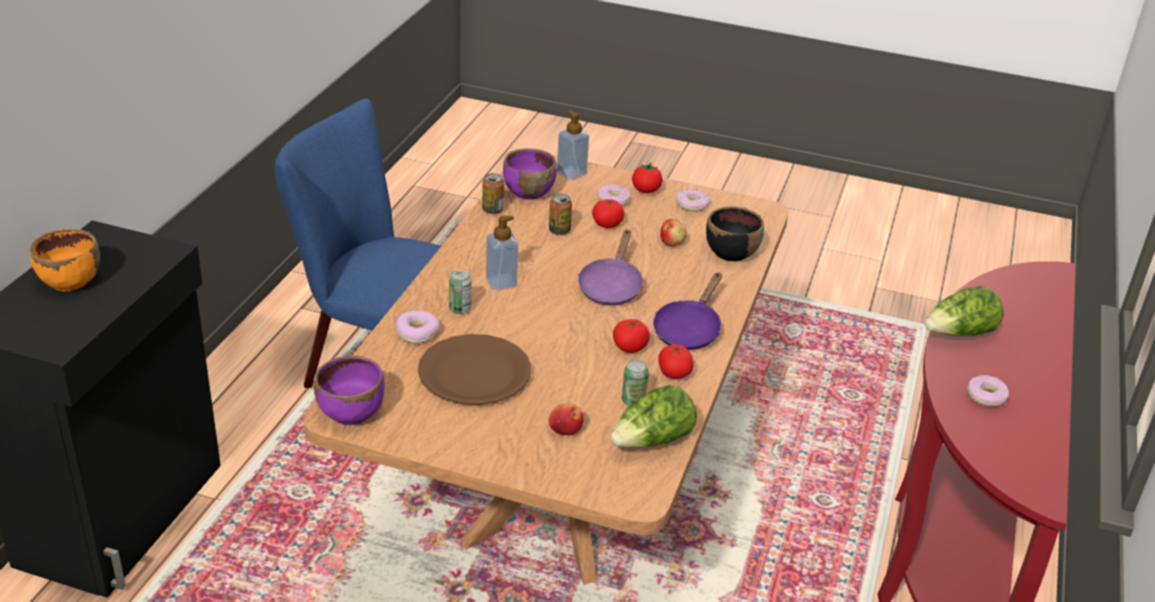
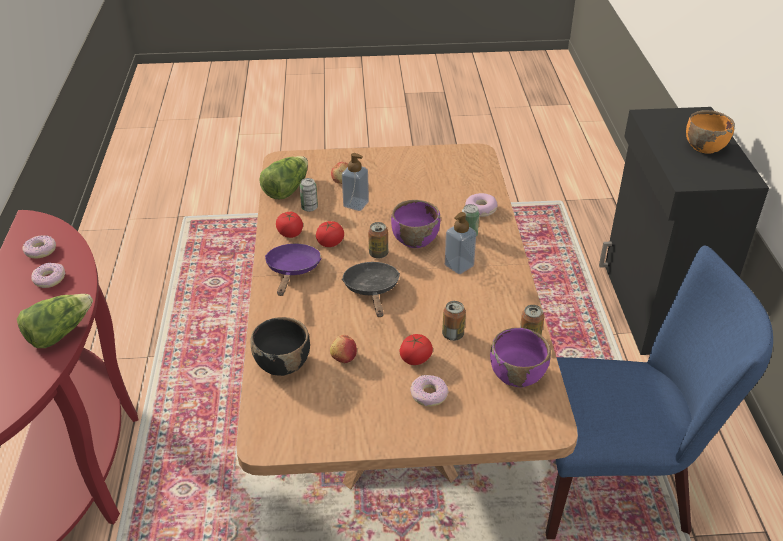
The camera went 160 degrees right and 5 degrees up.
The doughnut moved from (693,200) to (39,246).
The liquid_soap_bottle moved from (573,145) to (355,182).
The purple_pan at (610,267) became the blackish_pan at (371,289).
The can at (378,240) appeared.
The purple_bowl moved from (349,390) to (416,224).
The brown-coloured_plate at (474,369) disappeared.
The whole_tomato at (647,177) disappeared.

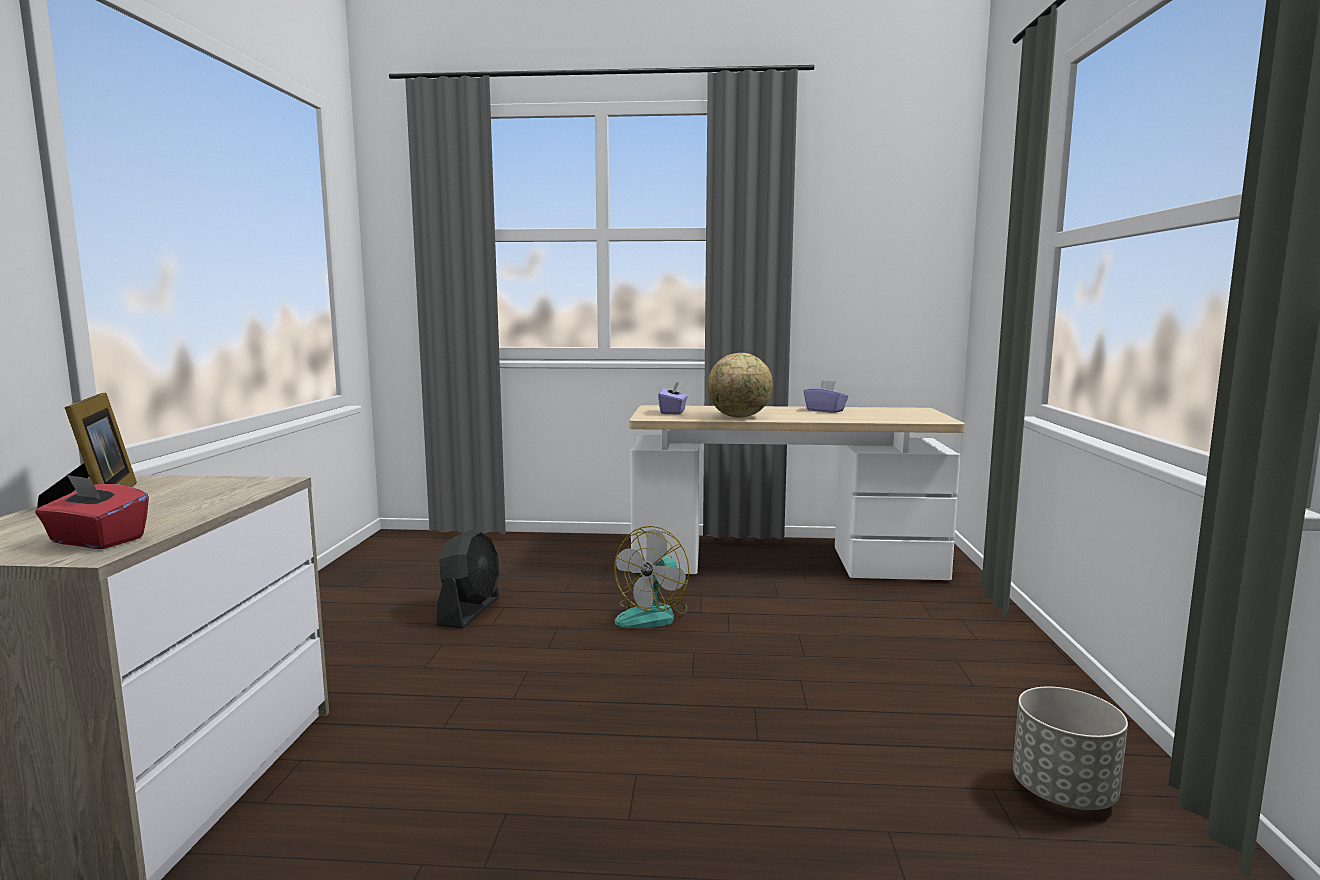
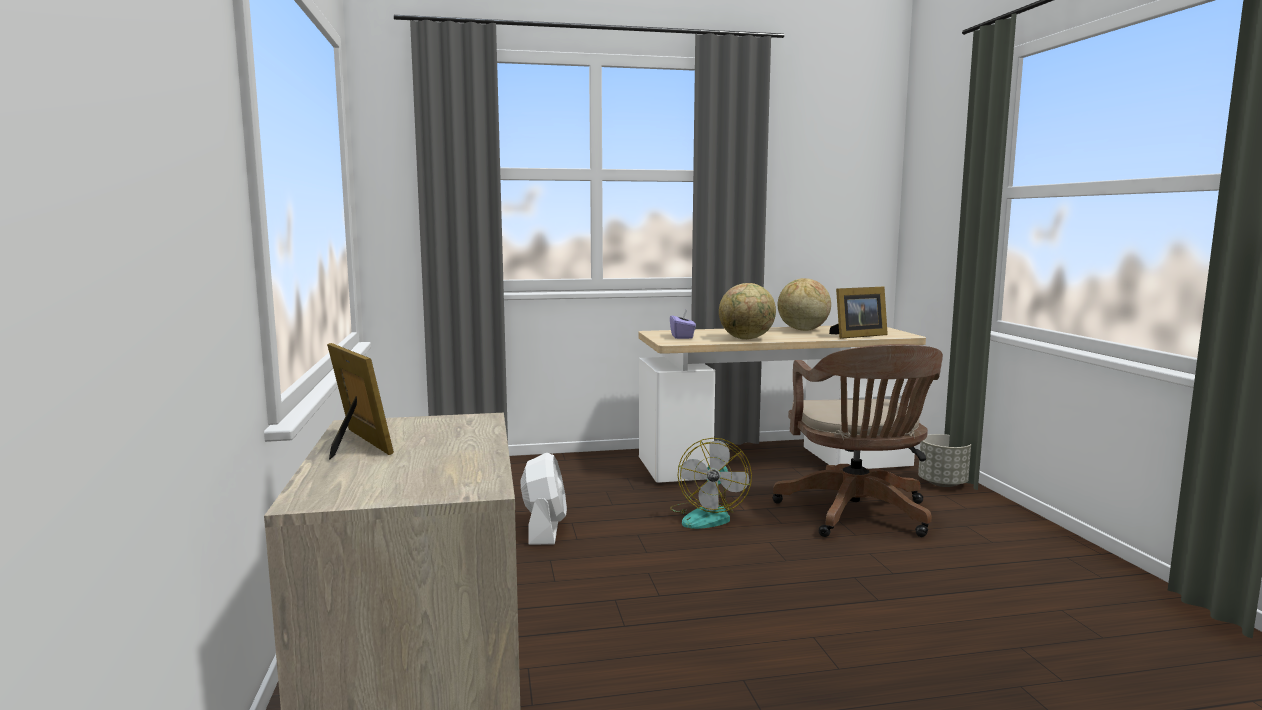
The camera went 15 degrees left and 0 degrees up.
The blackish_electric_fan at (468,578) became the white-coloured_electric_fan at (543,499).
The brown-coloured_computer_chair at (857,440) appeared.
The purple_box_of_tissues at (826,396) was replaced by the globe at (804,304).
The photo_frame at (858,312) appeared.
The gray_plant_pot moved from (1070,748) to (944,460).
The red_box_of_tissues at (92,511) disappeared.

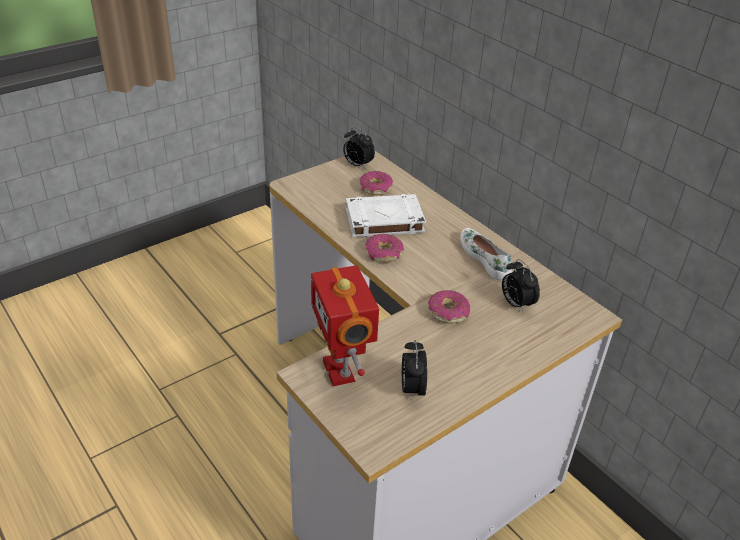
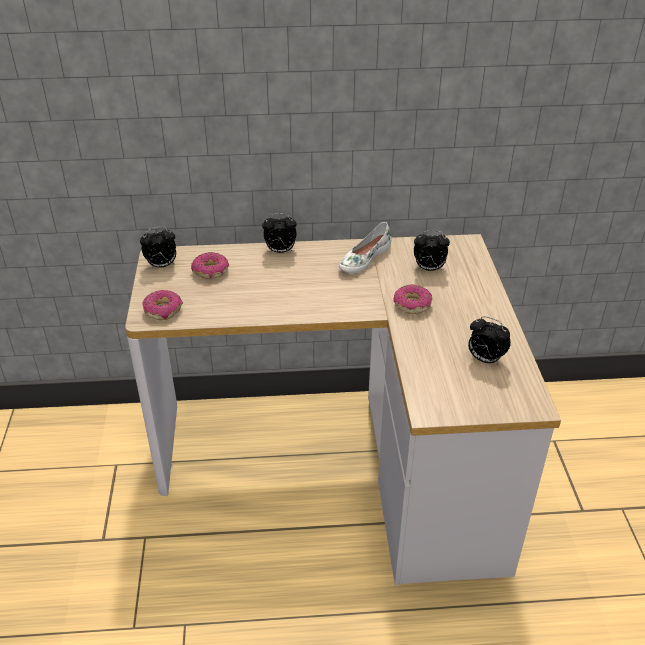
The camera went 55 degrees left and 0 degrees up.
The doughnut moved from (384,248) to (162,305).
The bedside_clock at (279,233) appeared.
The white-coloured_shoe at (486,254) turned 60 degrees counterclockwise.
The model_robot at (345,325) disappeared.
The white-coloured_volume at (385,215) disappeared.

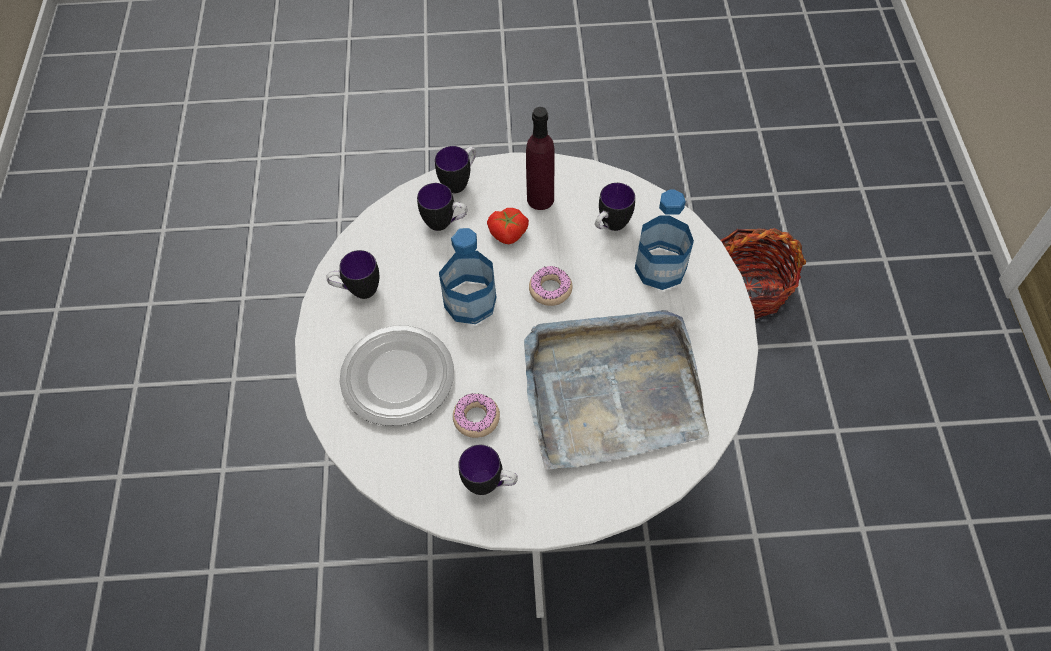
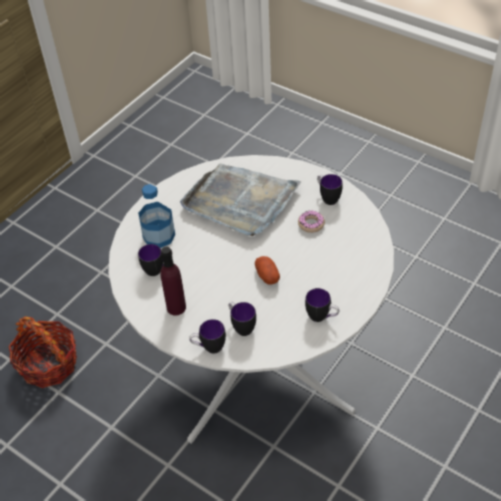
The camera went 140 degrees left and 10 degrees down.
The drink_bottle at (467,276) was replaced by the spud at (267,270).
The plate at (396,375) disappeared.
The whole_tomato at (508,226) disappeared.
The doughnut at (551,286) disappeared.

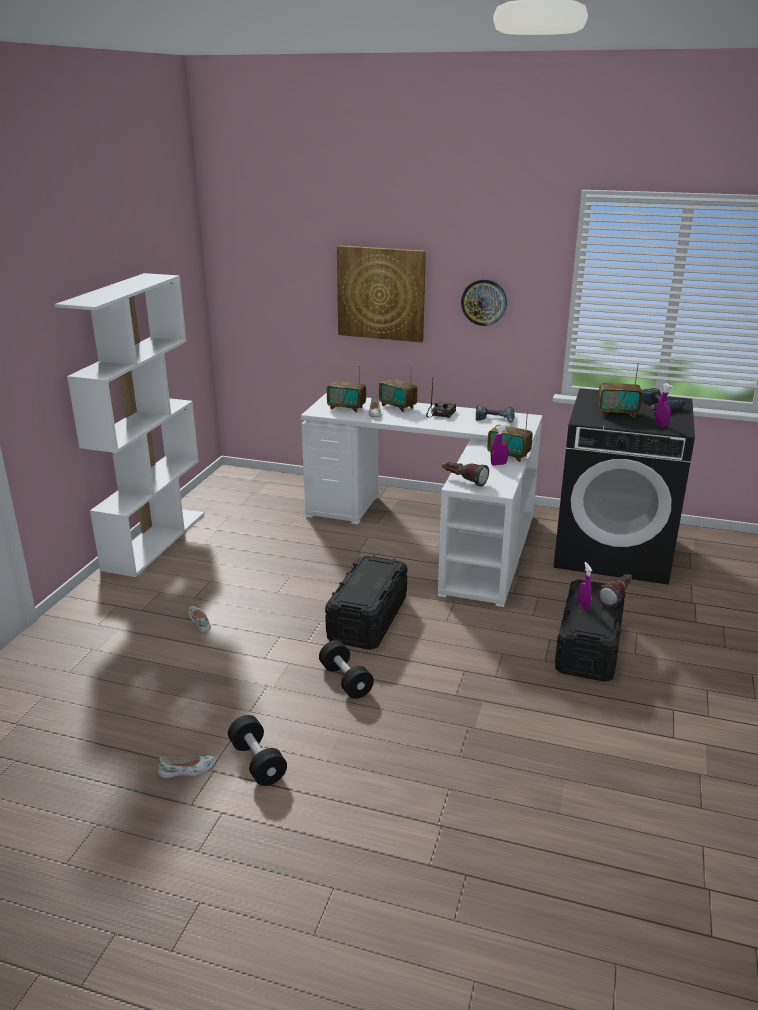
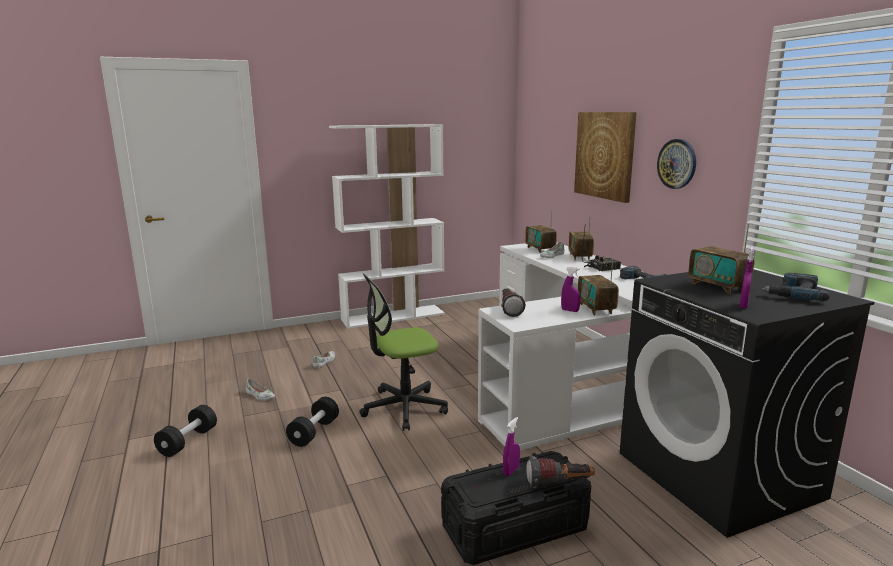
The camera went 50 degrees right and 10 degrees down.
The white-coloured_shoe moved from (187,766) to (260,389).
The blackish_storage_bin at (366,602) was replaced by the computer_chair at (403,352).

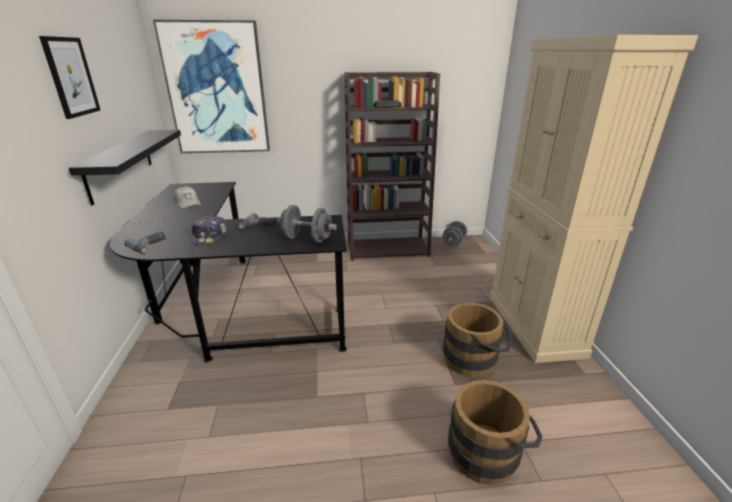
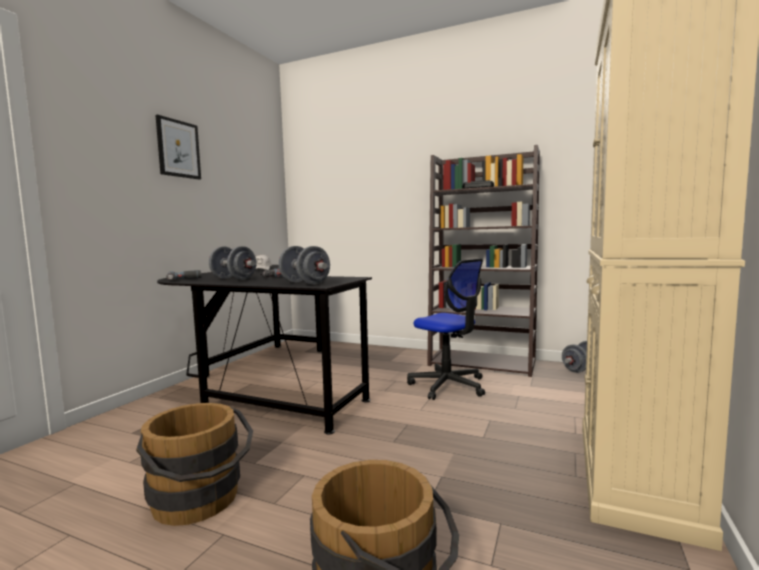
The camera went 30 degrees right and 20 degrees down.
The brown-coloured_water_bucket moved from (477,340) to (194,464).
The baseball_cap at (209,230) was replaced by the gray_free_weight at (233,263).
The computer_chair at (446,329) appeared.
The blackish_shelf at (125,167) disappeared.
The wall_art at (211,86) disappeared.

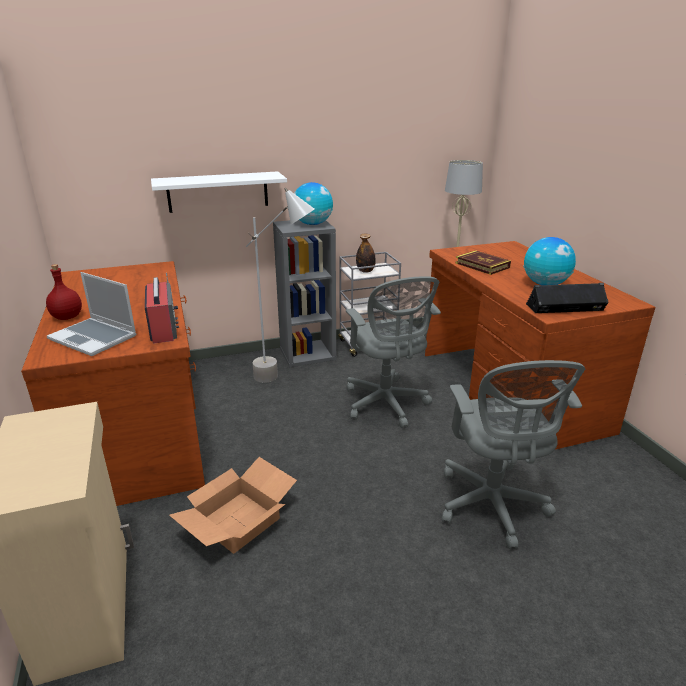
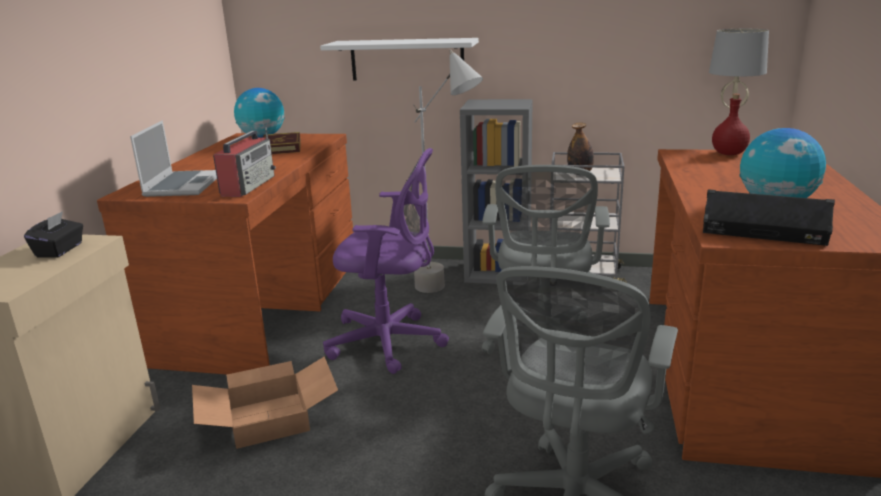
The camera went 30 degrees right and 5 degrees down.
The blackish_box_of_tissues at (53,234) appeared.
The laptop at (92,314) turned 150 degrees counterclockwise.
The globe moved from (313,203) to (259,112).
The volume moved from (483,262) to (282,143).
The purple_computer_chair at (386,261) appeared.
The red_drink_bottle moved from (64,292) to (731,124).

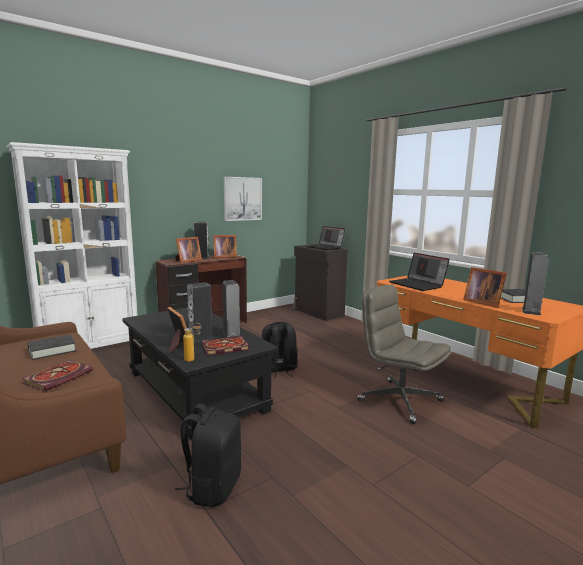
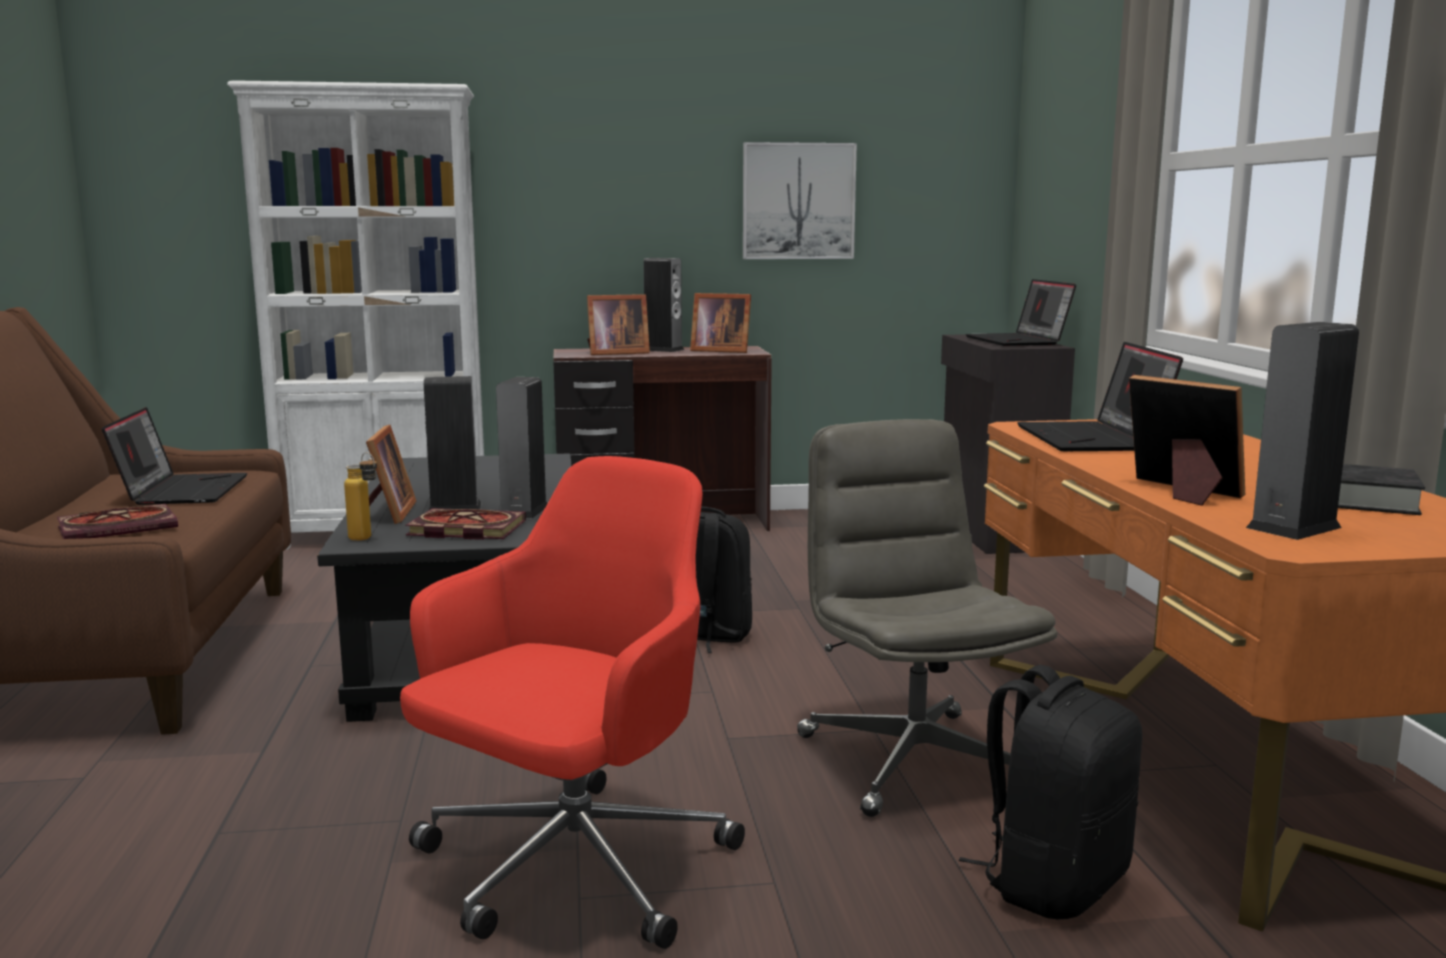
The camera went 30 degrees right and 0 degrees up.
The blackish_volume at (51,347) was replaced by the laptop at (174,456).
The red_computer_chair at (572,702) appeared.
The blackish_knapsack moved from (208,455) to (1050,792).
The photo_frame at (485,287) turned 150 degrees clockwise.

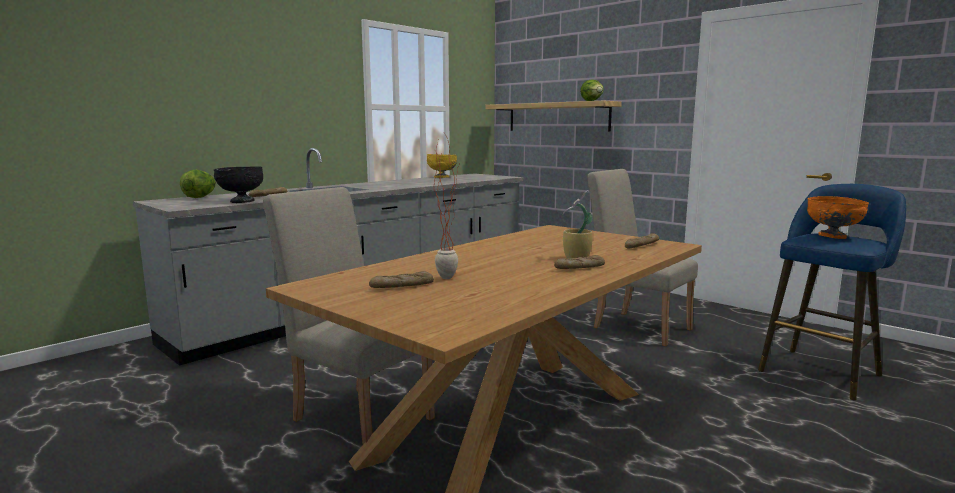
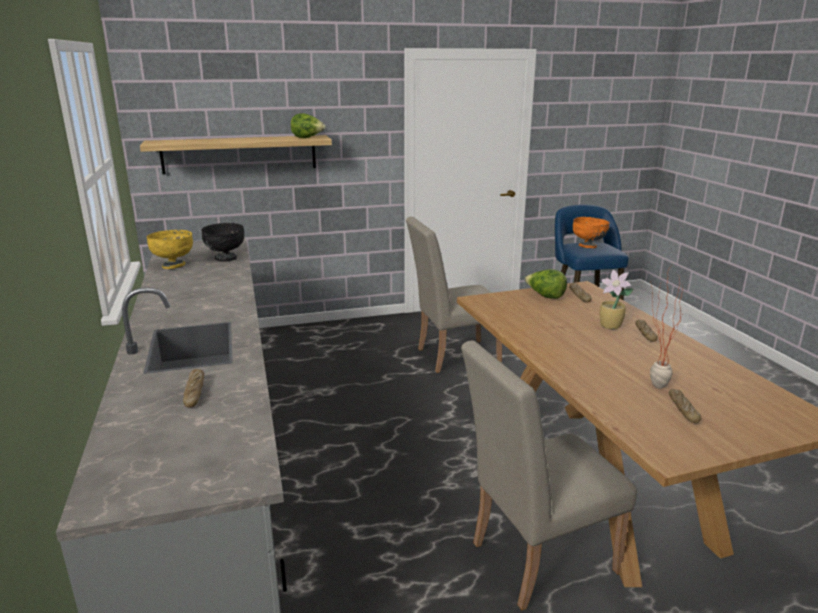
The camera went 60 degrees left and 10 degrees up.
The blackish_bowl moved from (238,185) to (222,242).
The head_of_lettuce moved from (198,184) to (546,284).

